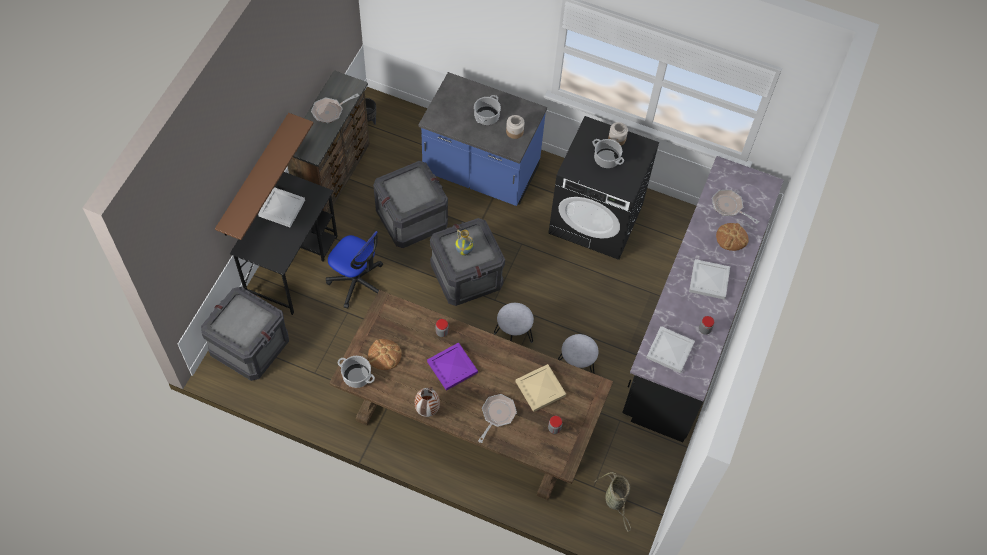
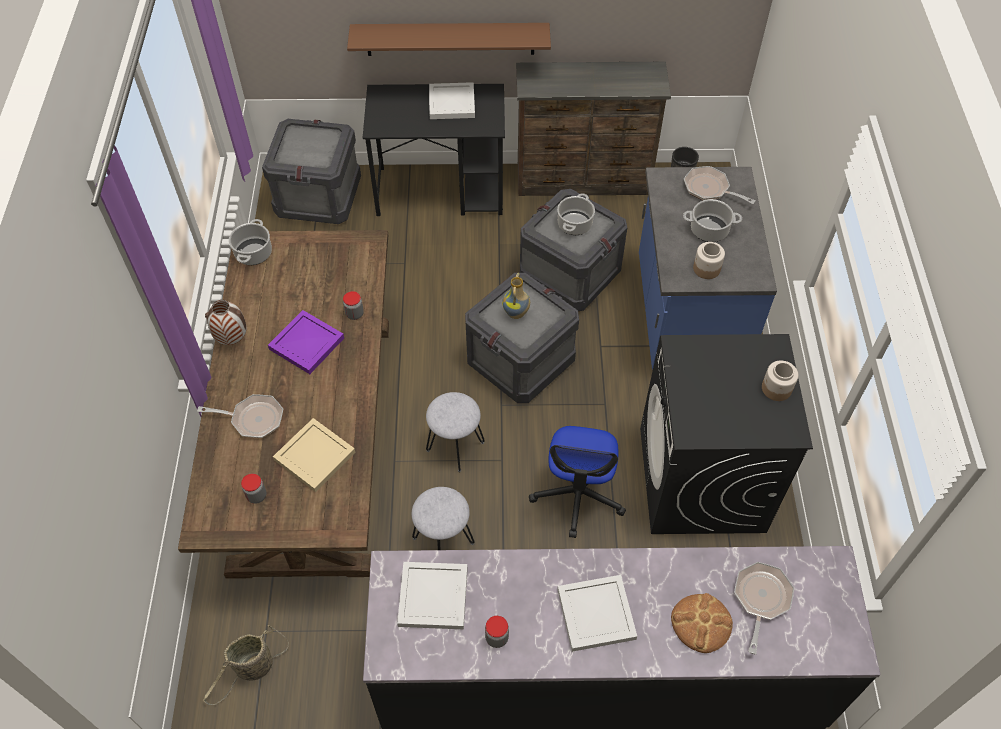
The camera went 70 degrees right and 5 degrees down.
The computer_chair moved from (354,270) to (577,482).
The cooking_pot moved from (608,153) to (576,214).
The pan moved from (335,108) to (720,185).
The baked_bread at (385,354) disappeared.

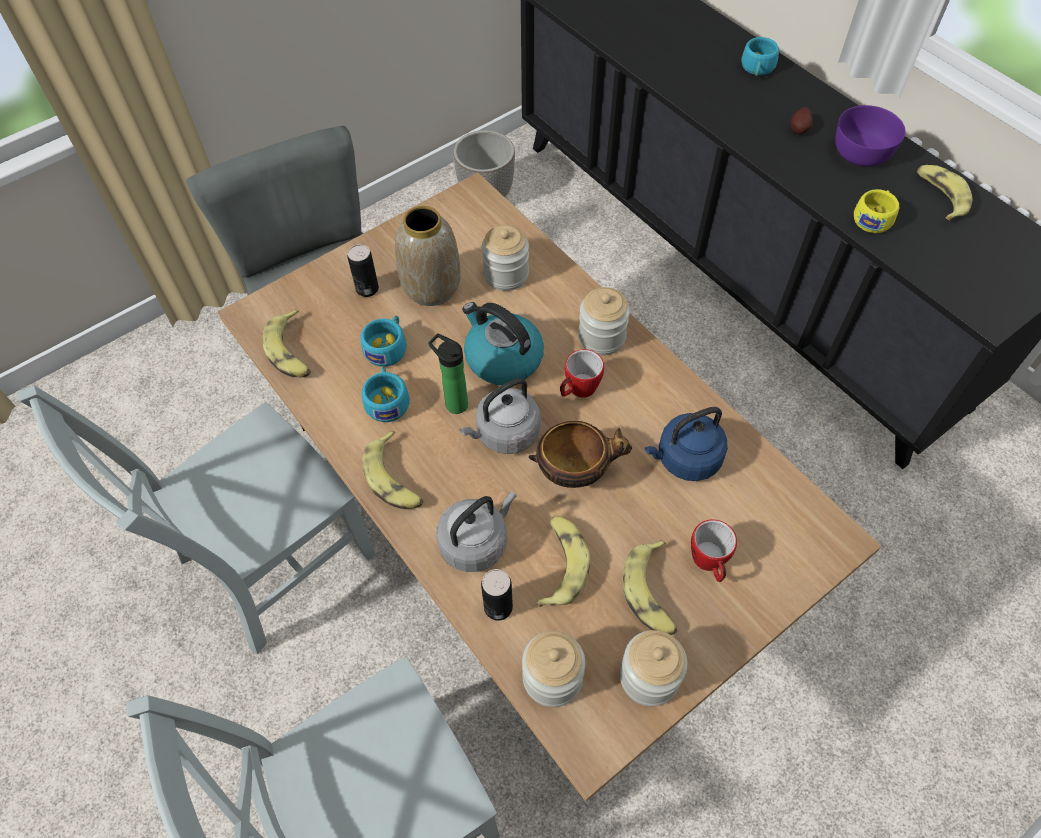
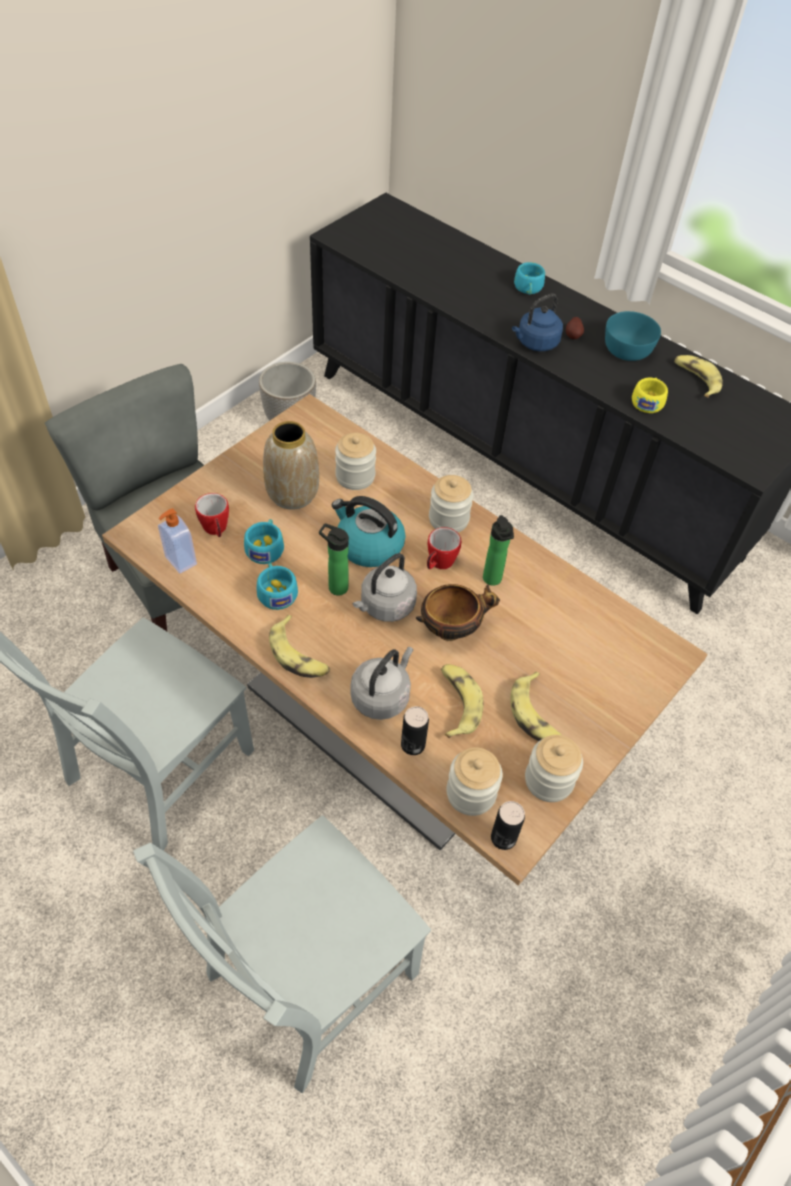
The camera went 15 degrees left and 5 degrees down.
The banana_fruit at (286,343) was replaced by the liquid_soap_bottle at (177,541).
The coffee_mug moved from (714,550) to (212,515).
The drink_bottle at (498,550) appeared.
The can moved from (363,270) to (508,825).
The bluish_water_kettle moved from (686,444) to (537,322).
The purple_bowl at (870,135) became the turquoise_bowl at (633,336).

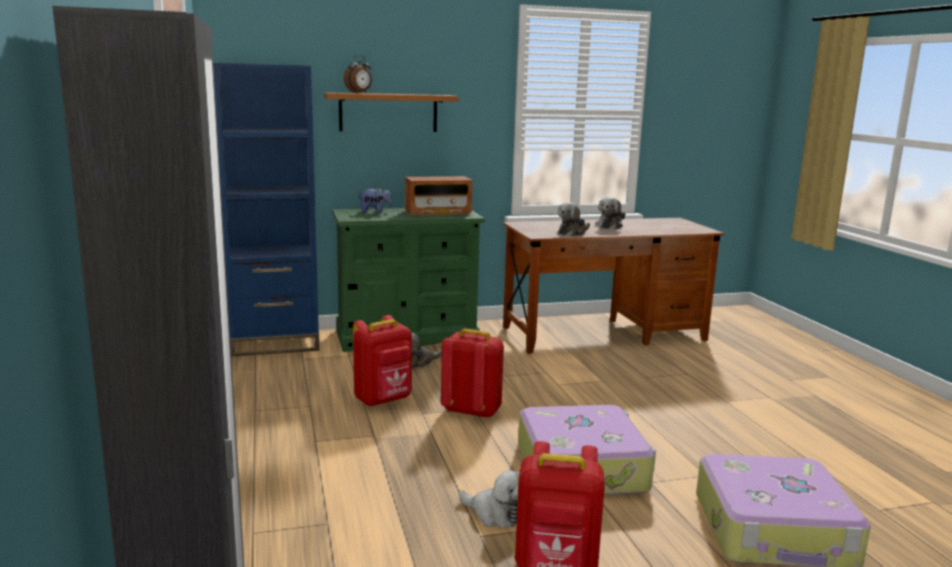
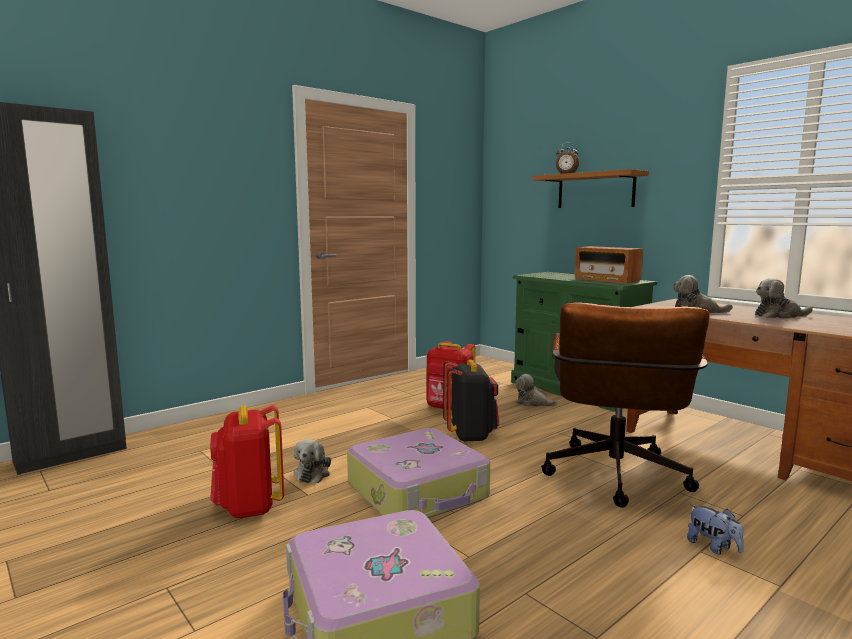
The camera went 65 degrees right and 5 degrees down.
The red_knapsack at (472,374) became the blackish_knapsack at (471,400).
The brown-coloured_computer_chair at (625,405) appeared.
The cuddly_toy moved from (375,200) to (715,529).
The bluish_bookshelf at (266,210) disappeared.

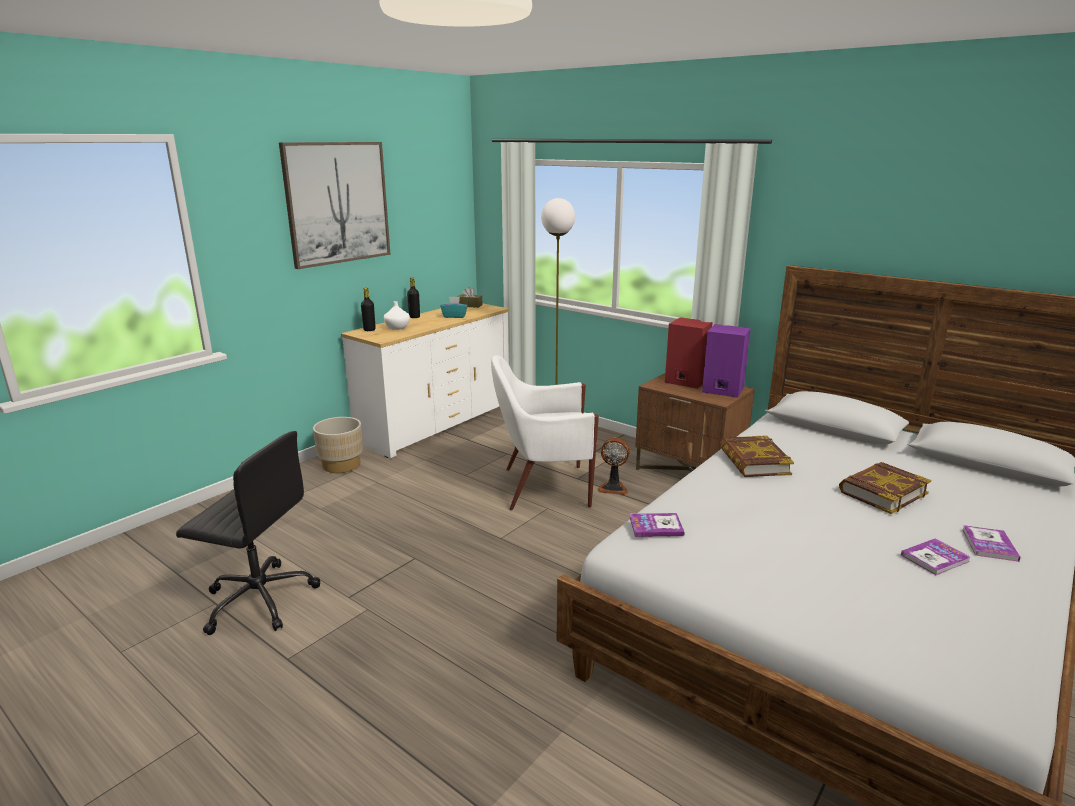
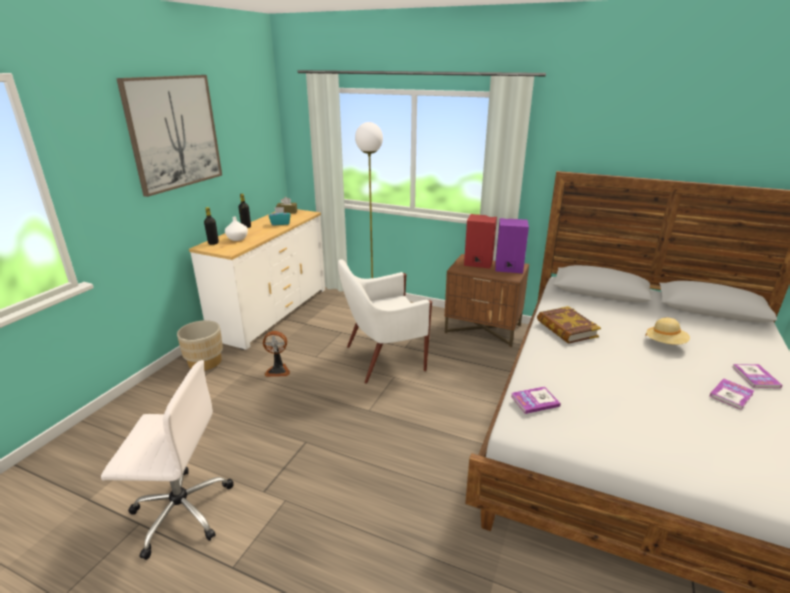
The camera went 15 degrees left and 5 degrees up.
The blackish_computer_chair at (248,533) became the white-coloured_computer_chair at (167,460).
The electric_fan moved from (613,466) to (276,354).
The volume at (885,488) was replaced by the sand-coloured_wearable_hat at (667,331).

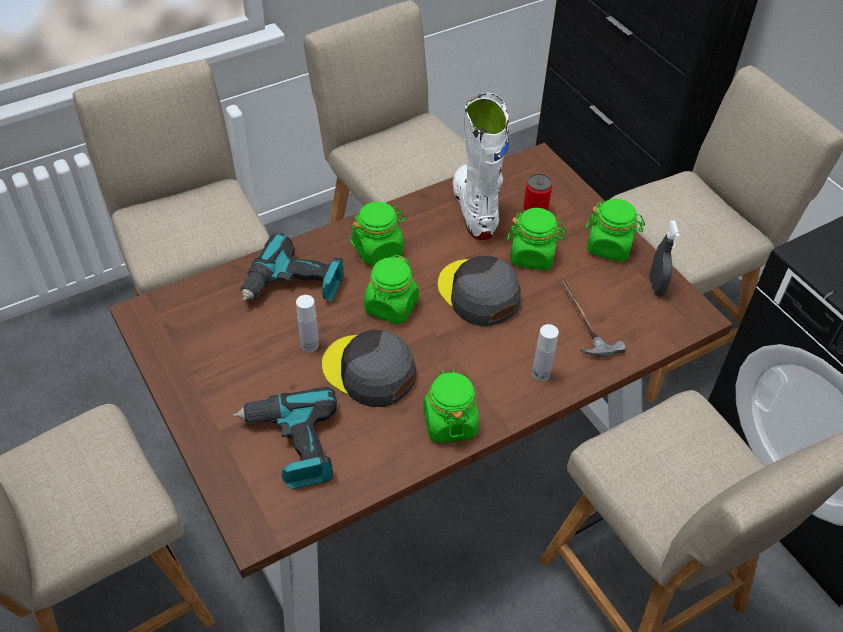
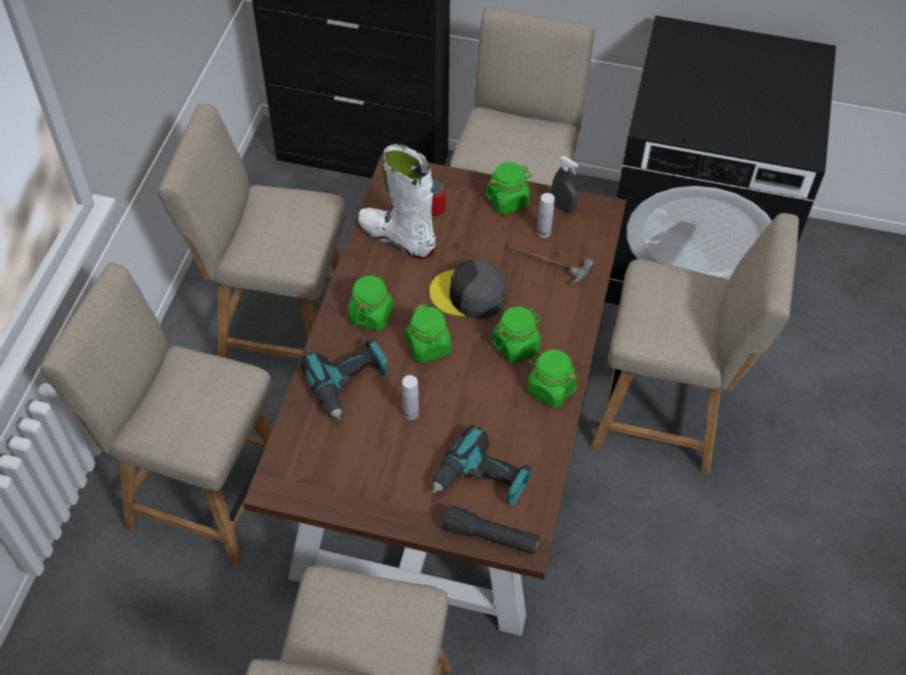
The camera went 45 degrees left and 5 degrees up.
The blackish_flashlight at (491,530) appeared.
The green_jar moved from (536,239) to (517,334).
The white-coloured_drink_bottle moved from (545,353) to (546,215).
The gray_baseball_cap at (369,368) disappeared.

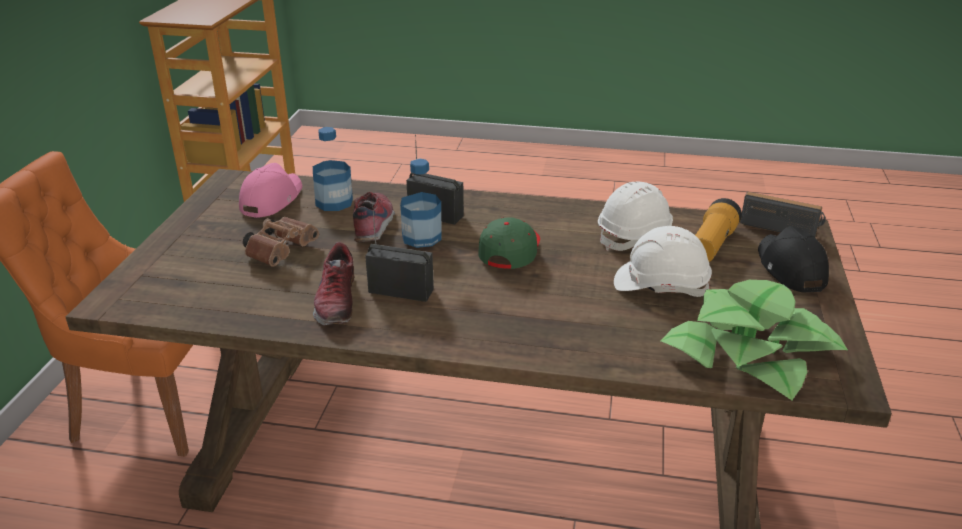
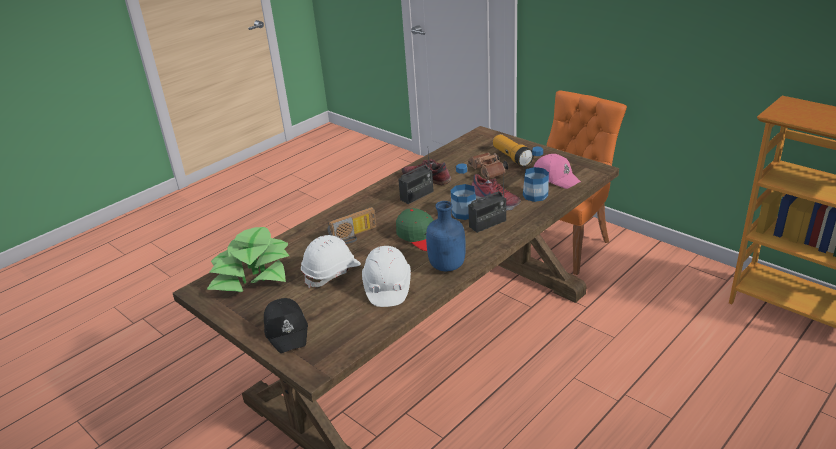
The camera went 125 degrees right and 0 degrees up.
The blackish_baseball_cap at (793,259) turned 45 degrees clockwise.
The radio_set moved from (783,214) to (352,225).
The bluish_drink_bottle at (446,236) appeared.
The flashlight moved from (718,230) to (513,150).

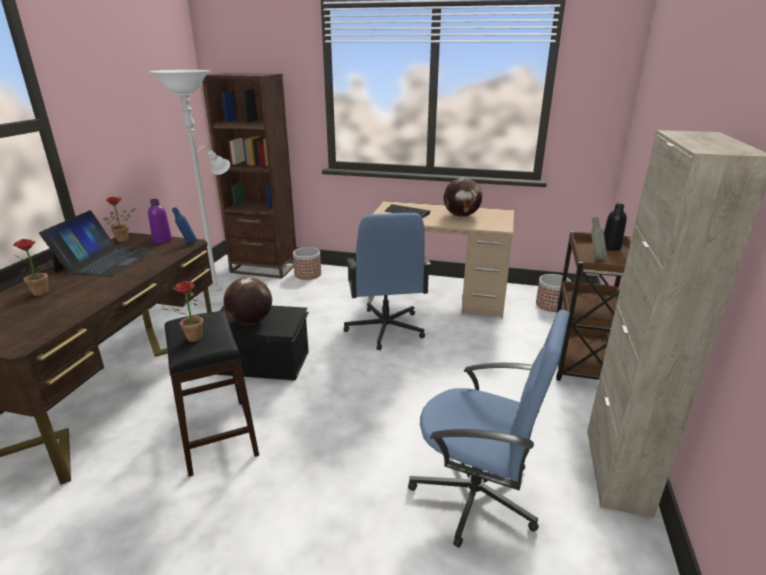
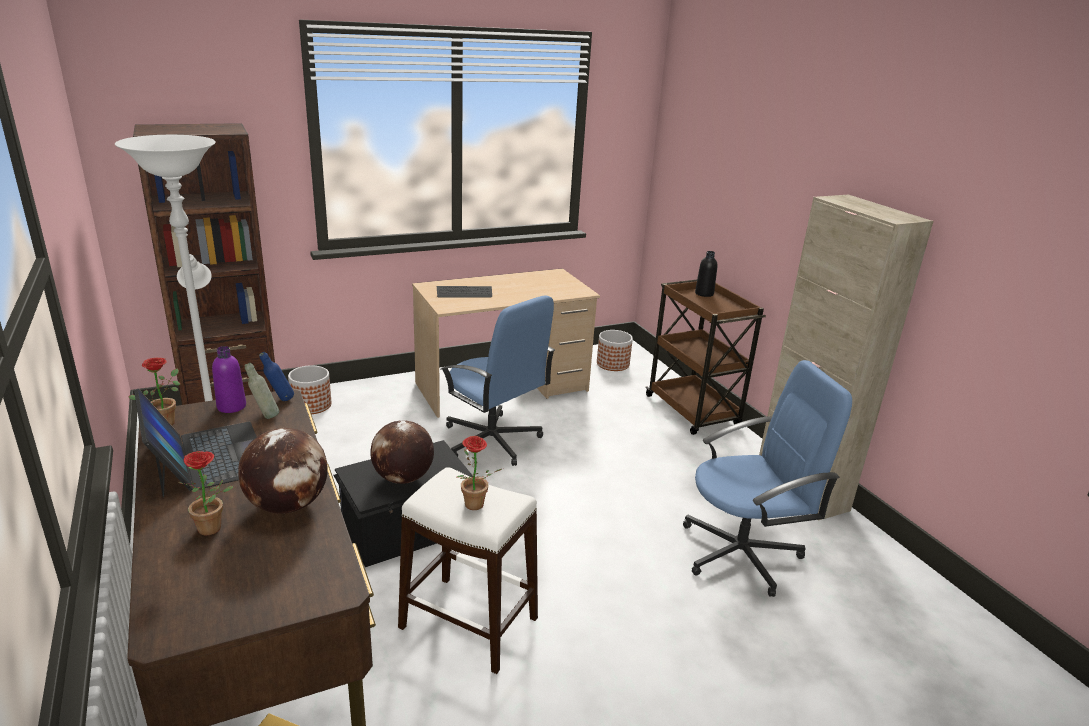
The camera went 40 degrees left and 0 degrees up.
The globe moved from (463,197) to (283,471).
The gray_drink_bottle moved from (599,238) to (262,391).
The blackish_sitting_stool at (212,394) became the white-coloured_sitting_stool at (468,570).

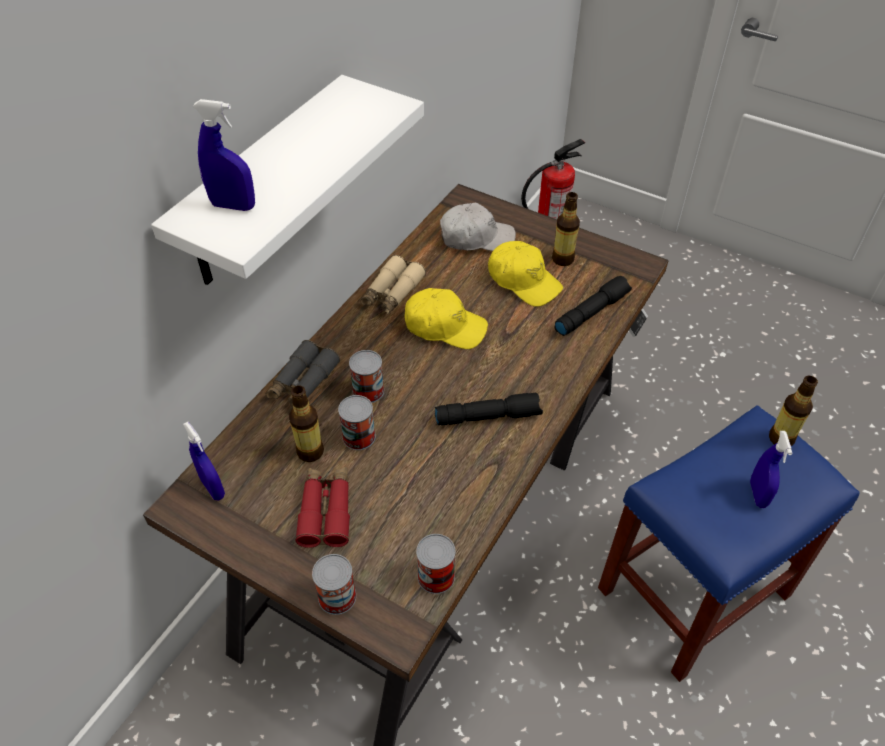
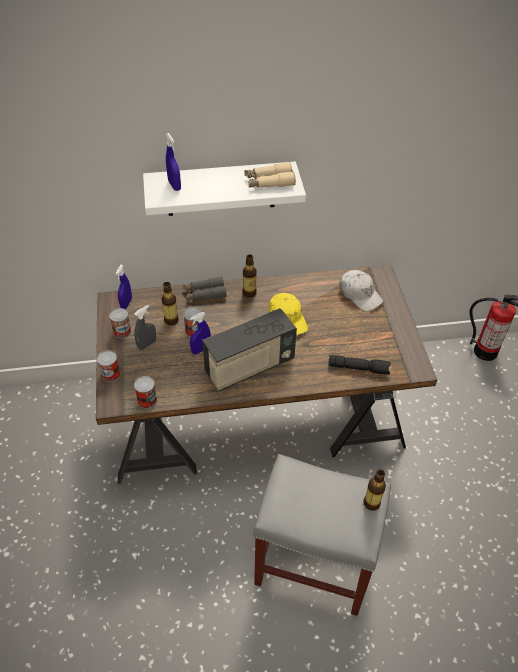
The camera went 50 degrees right and 0 degrees up.
The can moved from (366,376) to (120,323).
The red_binoculars at (322,507) was replaced by the gray_sprayer at (145,327).
The bluish_sprayer moved from (771,469) to (200,333).
The blackish_flashlight at (489,409) was replaced by the radio_set at (249,350).
The drink_bottle moved from (566,229) to (250,276).
The sand-coloured_binoculars moved from (393,284) to (270,175).
The bluish_sitting_stool at (728,543) became the gray_sitting_stool at (322,535).
The yellowish_baseball_cap at (525,274) disappeared.

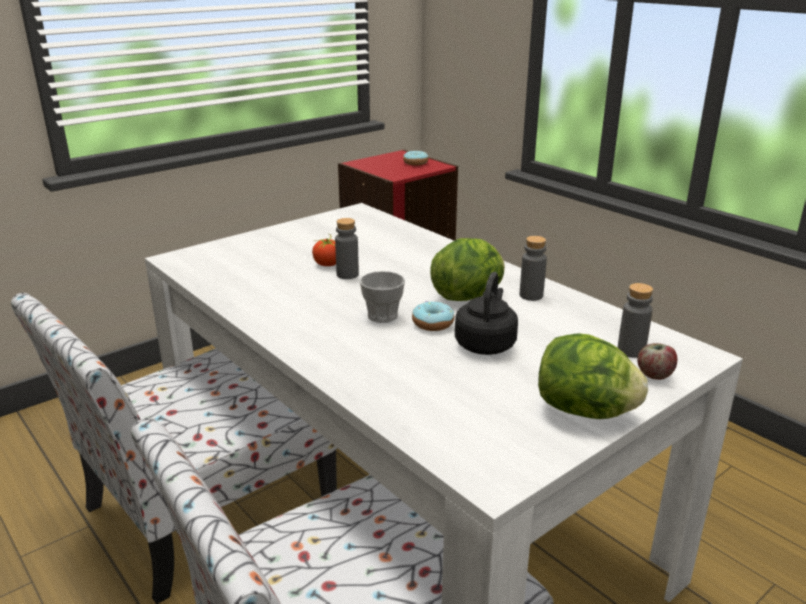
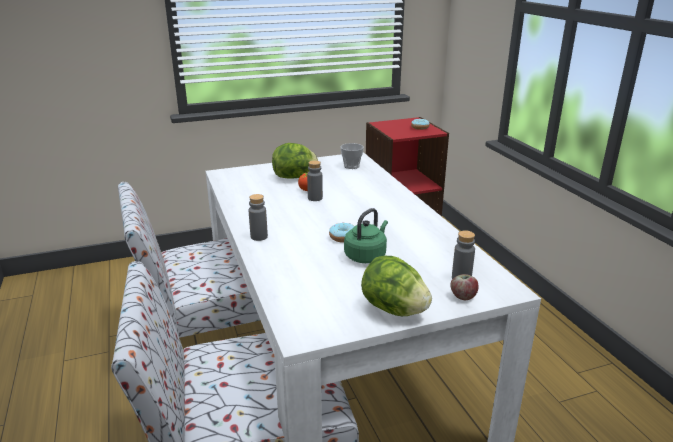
The camera went 20 degrees right and 0 degrees up.
The gray_drink_bottle moved from (533,268) to (258,217).
The head_of_lettuce moved from (467,269) to (295,161).
The cup moved from (382,297) to (352,156).
The blackish_water_kettle at (486,313) became the green_water_kettle at (366,235).

